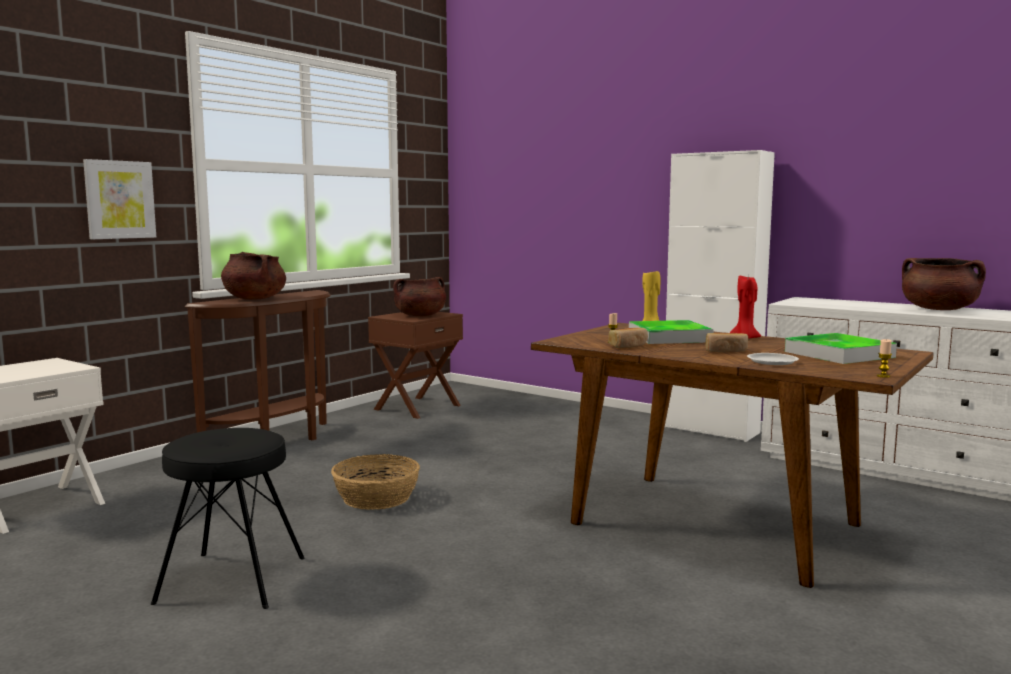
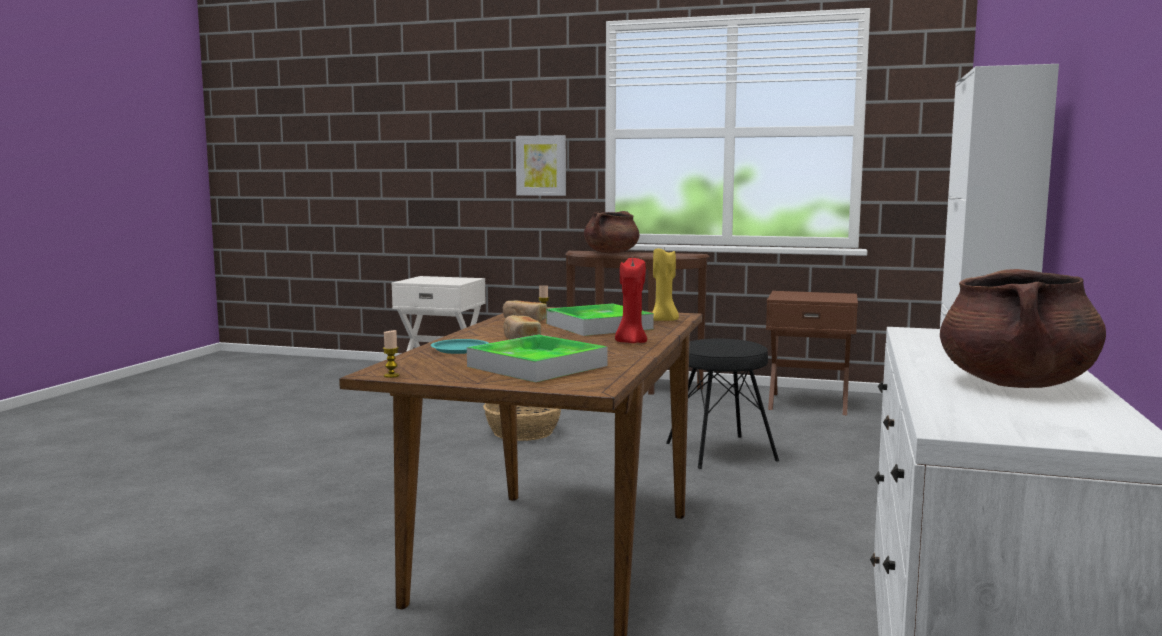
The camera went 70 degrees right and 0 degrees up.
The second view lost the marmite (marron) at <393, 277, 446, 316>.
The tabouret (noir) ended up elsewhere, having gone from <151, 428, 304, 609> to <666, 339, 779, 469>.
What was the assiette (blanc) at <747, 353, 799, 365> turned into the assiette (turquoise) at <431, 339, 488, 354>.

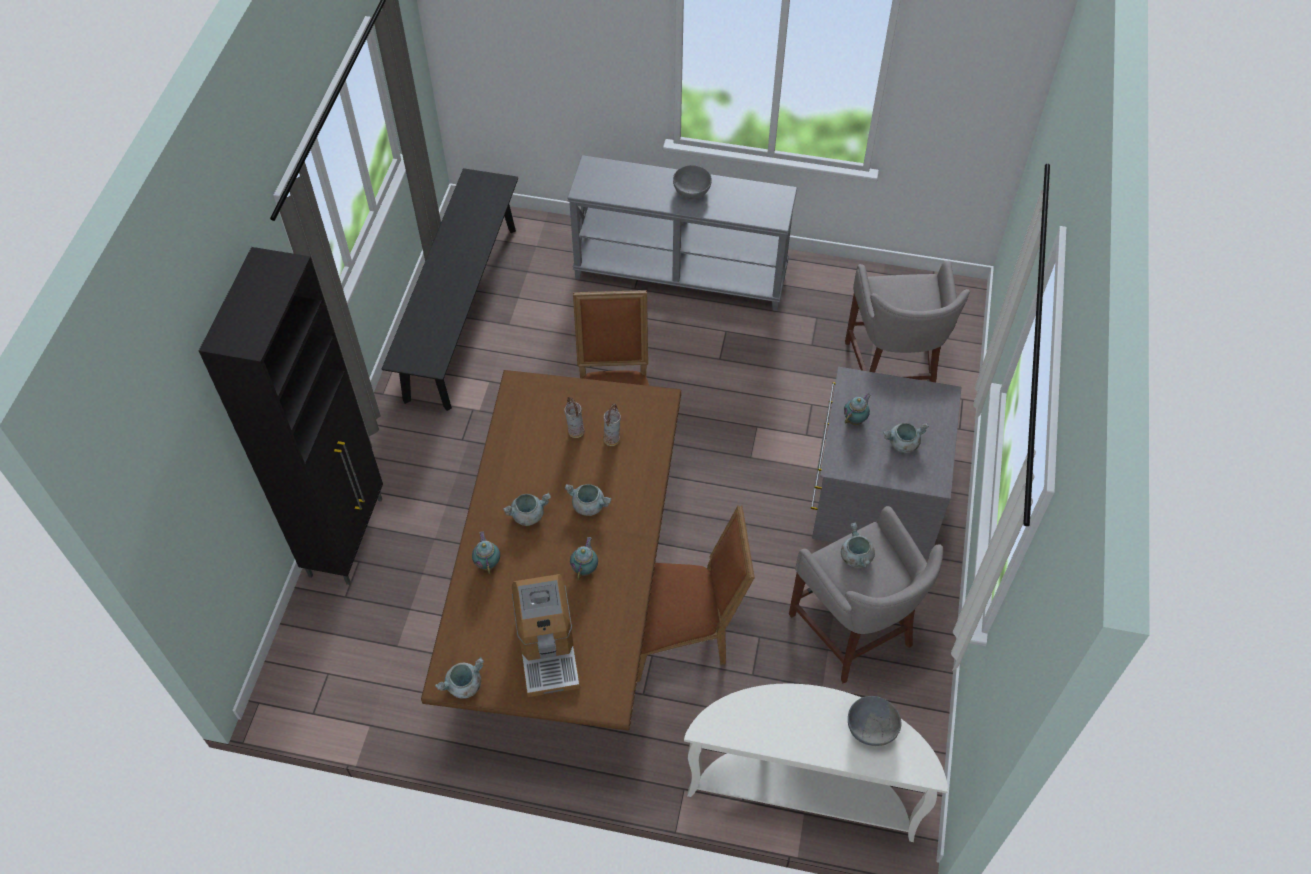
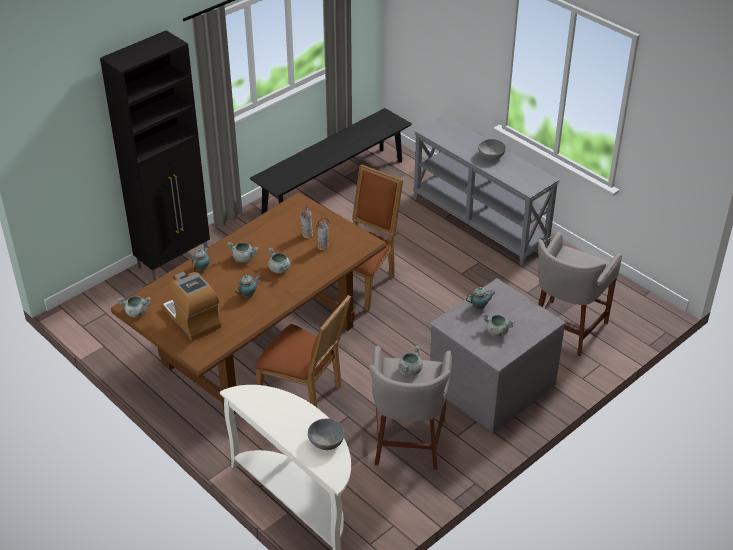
The camera went 35 degrees right and 15 degrees down.
The machine à café at <512, 574, 580, 697> ended up facing another way, 120 degrees clockwise from before.

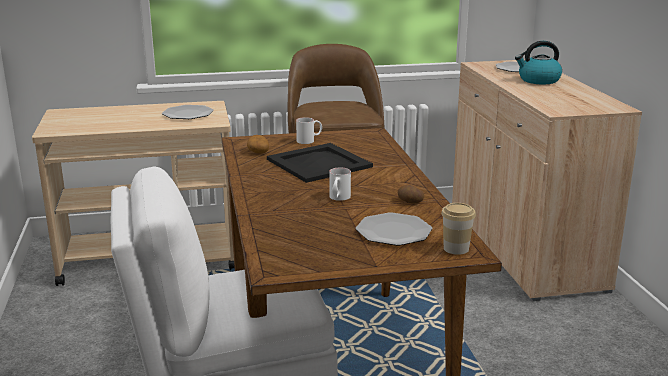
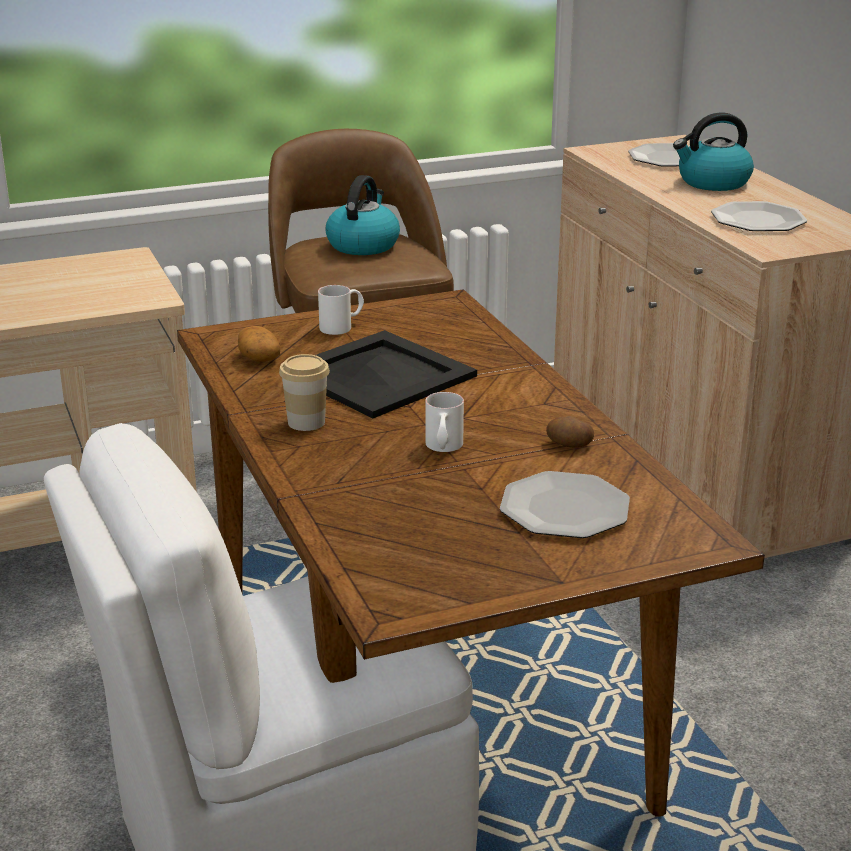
The camera went 10 degrees left and 5 degrees up.
The second view gained the bouilloire at <326, 175, 400, 255>.
The assiette ended up elsewhere, having gone from <162, 105, 214, 119> to <711, 201, 807, 231>.
The tasse ended up elsewhere, having gone from <441, 203, 476, 255> to <279, 354, 330, 431>.

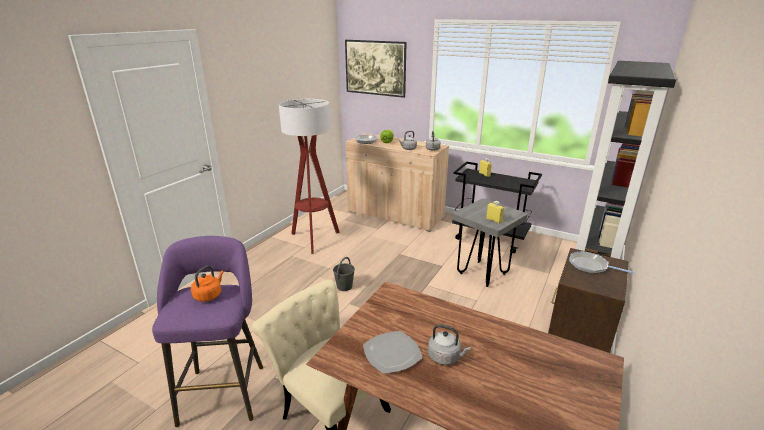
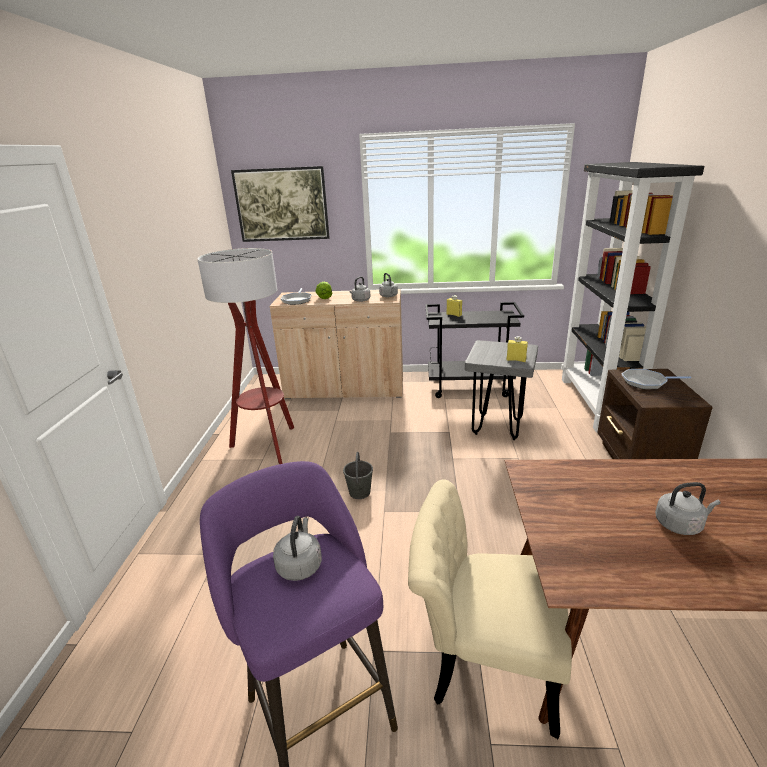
The camera went 25 degrees left and 0 degrees up.
The second view lost the assiette at <363, 331, 423, 374>.
What was the bouilloire (orange) at <191, 266, 224, 302> turned into the bouilloire (gris) at <273, 516, 322, 581>.

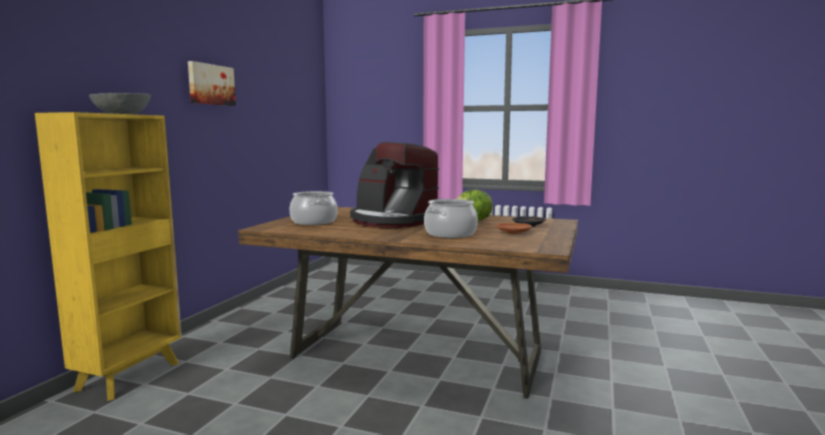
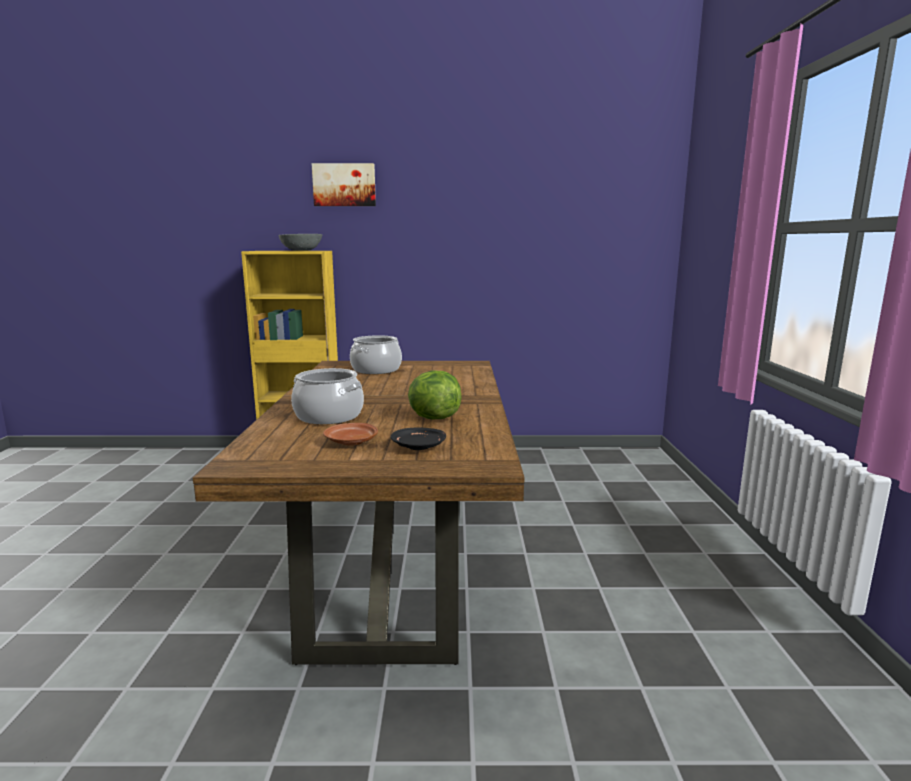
The camera went 70 degrees right and 5 degrees up.
The second view lost the machine à café at <350, 142, 439, 228>.
The tableau ended up elsewhere, having gone from <188, 61, 236, 106> to <312, 163, 376, 206>.

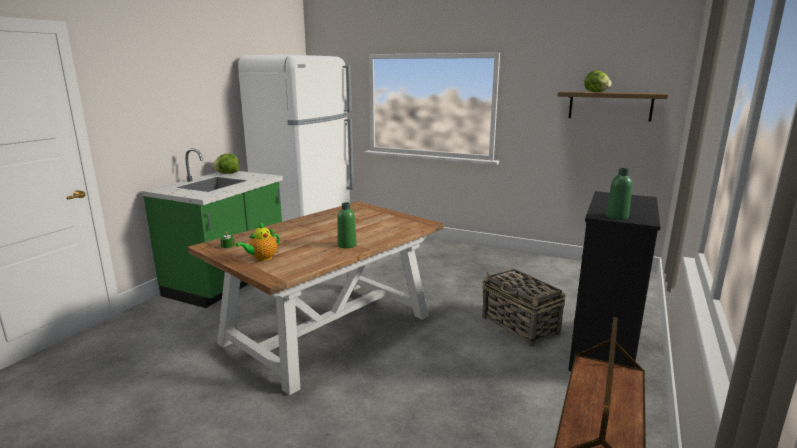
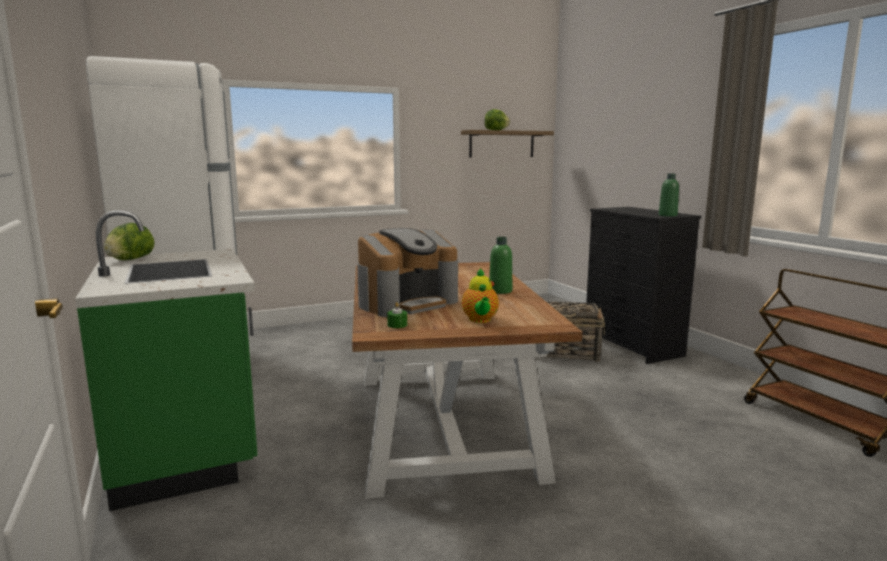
The camera went 50 degrees left and 5 degrees down.
The second view gained the machine à café at <357, 228, 458, 317>.

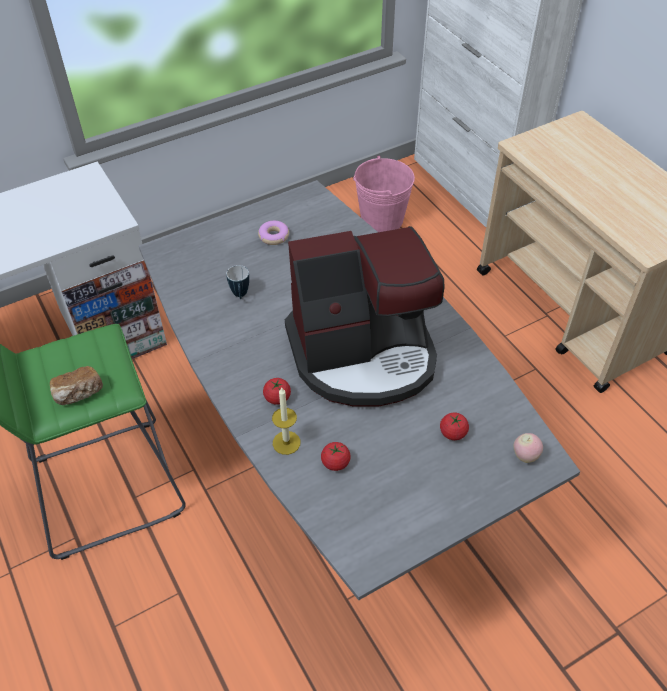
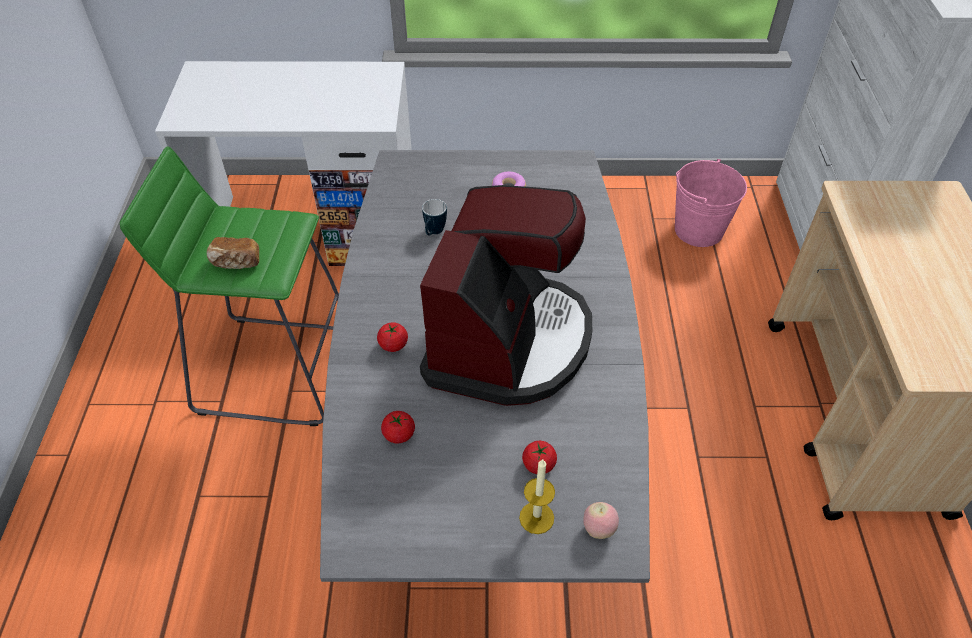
The camera went 30 degrees right and 0 degrees up.
The bougie ended up elsewhere, having gone from <272, 388, 301, 455> to <519, 459, 555, 534>.
The machine à café at <285, 226, 444, 406> ended up facing another way, 90 degrees counterclockwise from before.

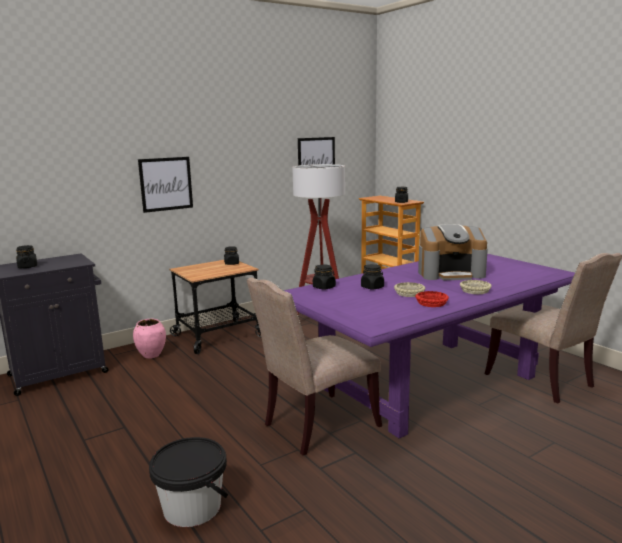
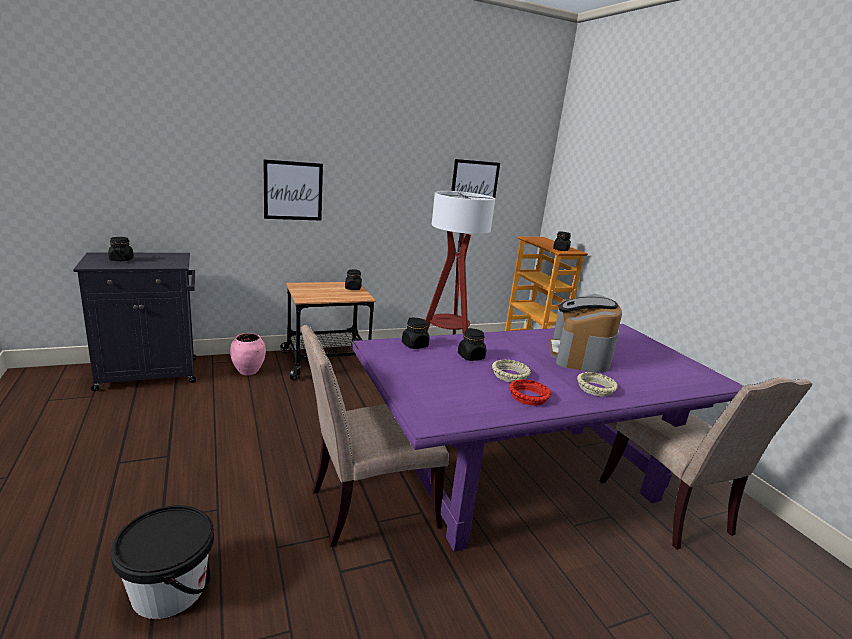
The camera went 10 degrees right and 5 degrees up.
The machine à café at <418, 224, 488, 280> ended up facing another way, 90 degrees clockwise from before.

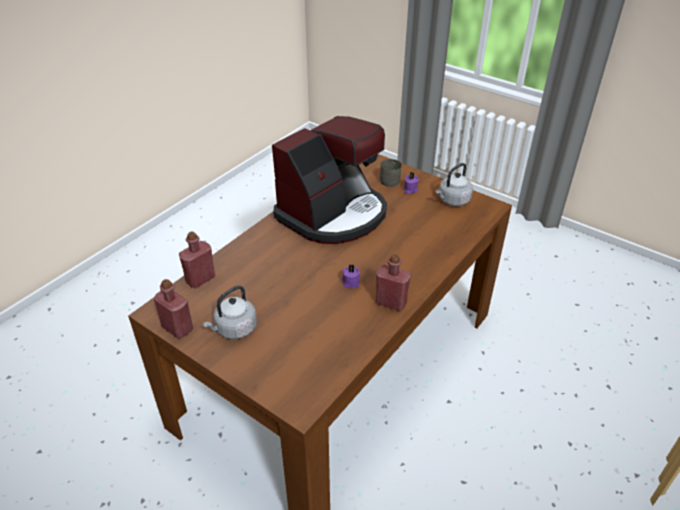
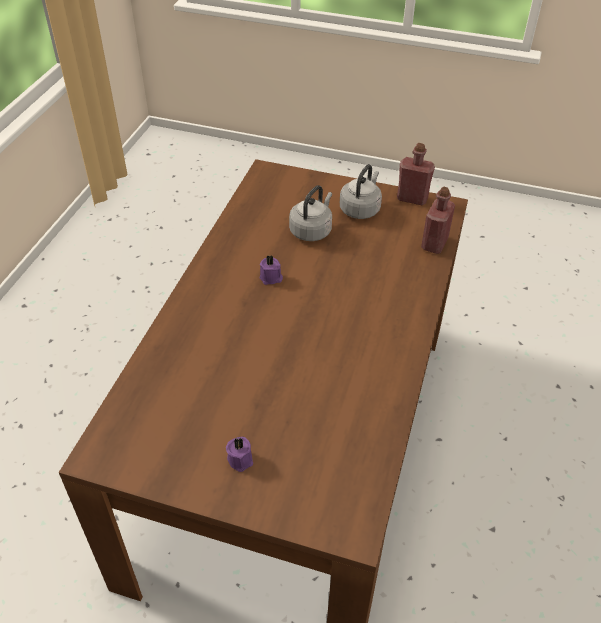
The camera went 160 degrees right and 5 degrees up.
The second view lost the machine à café at <272, 116, 387, 244>.
The second view lost the bouteille (rouge) at <376, 254, 411, 311>.
The second view lost the mug (gris) at <380, 159, 402, 187>.
The bouilloire (gris) ended up elsewhere, having gone from <436, 163, 473, 206> to <289, 185, 332, 241>.

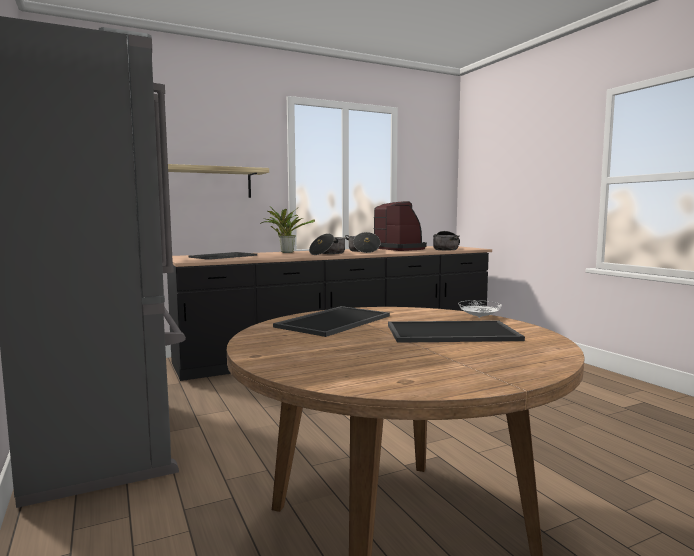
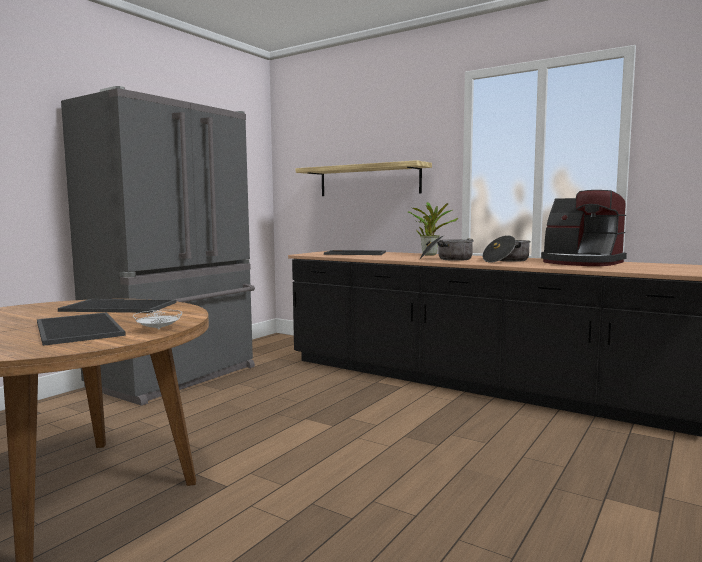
The camera went 60 degrees right and 0 degrees up.
The second view lost the marmite at <433, 231, 460, 250>.
The machine à café at <373, 201, 427, 251> ended up facing another way, 105 degrees clockwise from before.

